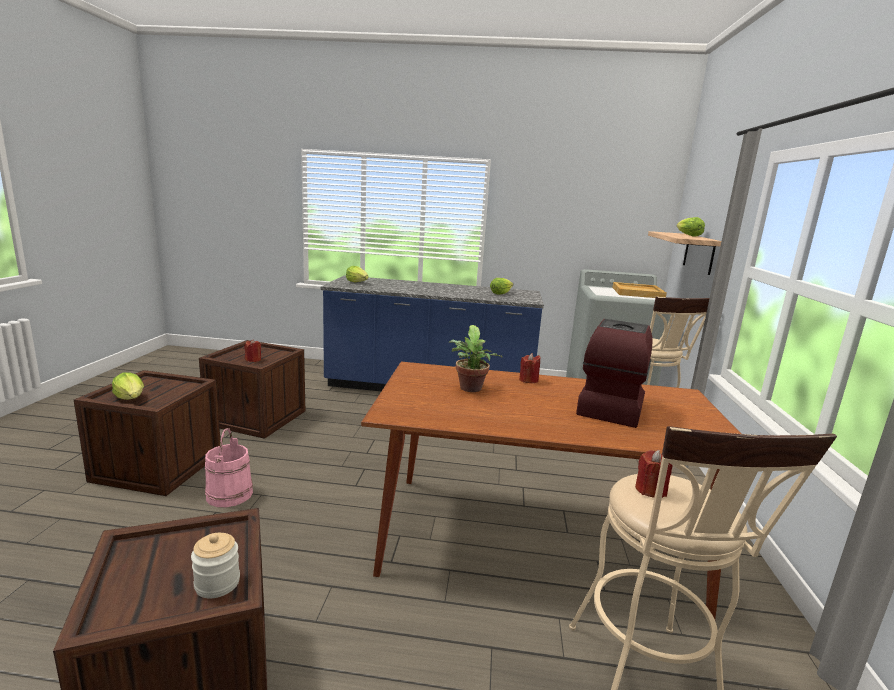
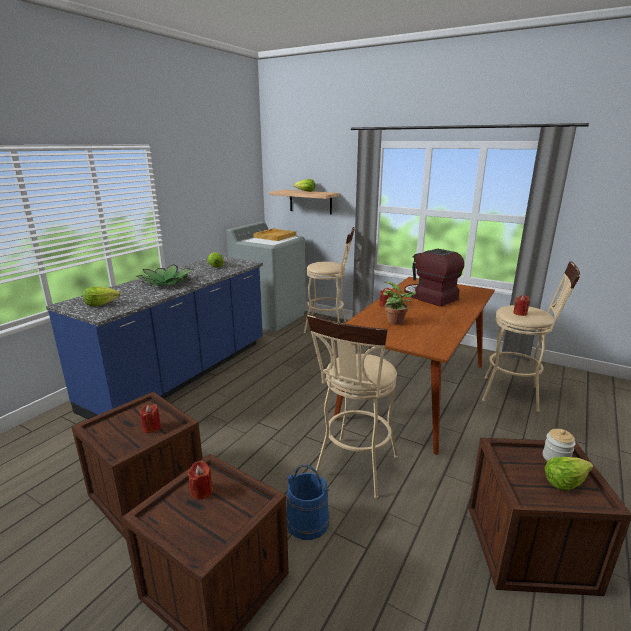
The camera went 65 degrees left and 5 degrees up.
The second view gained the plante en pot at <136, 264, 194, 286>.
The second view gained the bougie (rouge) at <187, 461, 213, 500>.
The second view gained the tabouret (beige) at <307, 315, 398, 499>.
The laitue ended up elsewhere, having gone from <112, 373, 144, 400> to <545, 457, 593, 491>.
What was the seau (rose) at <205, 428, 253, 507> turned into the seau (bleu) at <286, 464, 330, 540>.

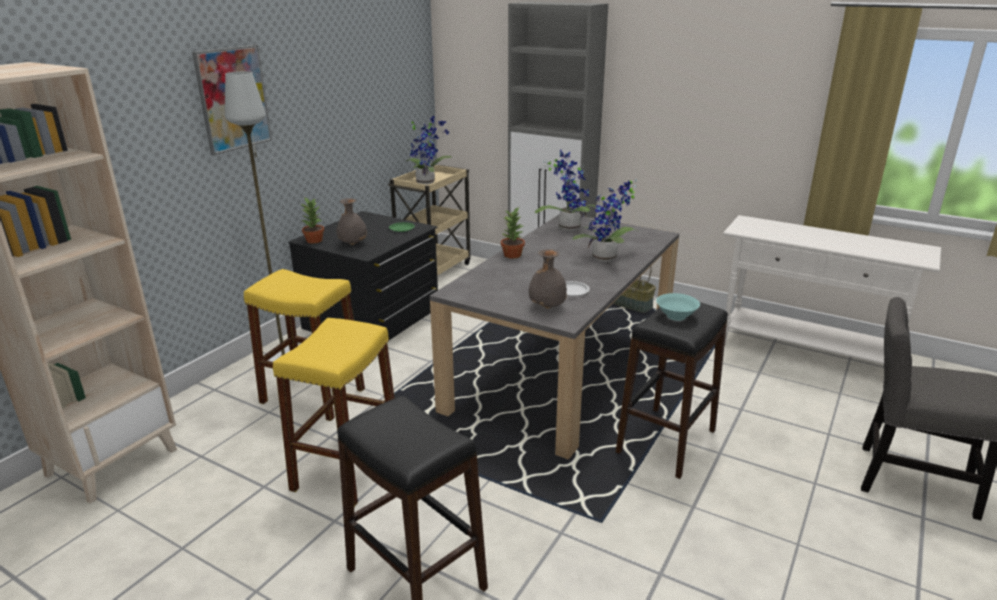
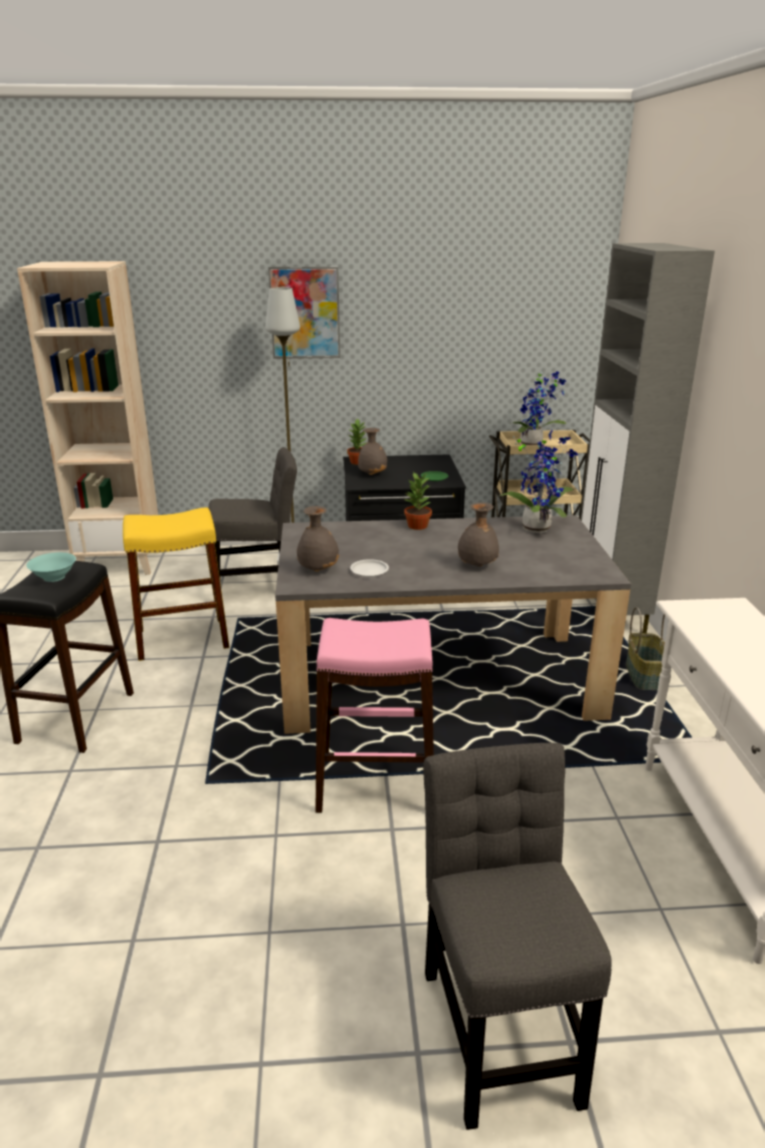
The camera went 55 degrees right and 0 degrees up.
The bol (turquoise) ended up elsewhere, having gone from <656, 293, 700, 321> to <26, 552, 76, 582>.
Where the tabouret (jaune) stood at <244, 269, 365, 421>, the chaise (gris) came to stand at <209, 447, 297, 578>.
Where the plante en pot stood at <572, 179, 639, 262>, the vase (gris) came to stand at <458, 502, 499, 567>.
What was the tabouret (noir) at <616, 302, 728, 479> turned into the tabouret (rose) at <316, 618, 434, 813>.

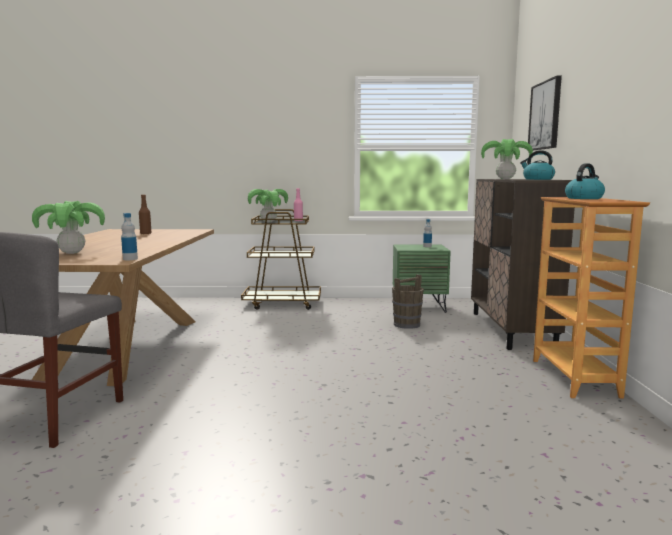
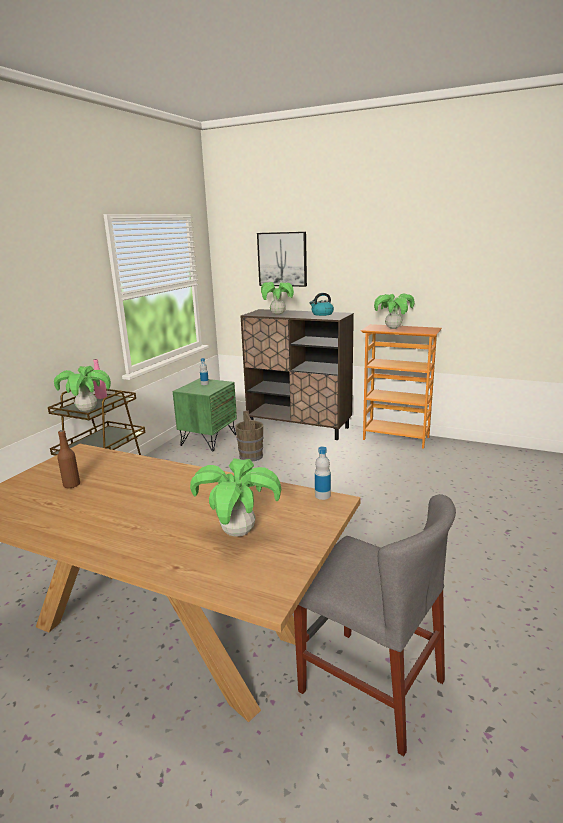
The camera went 65 degrees left and 10 degrees up.
Where the bouilloire stood at <565, 163, 605, 199>, the plante en pot came to stand at <374, 294, 415, 329>.

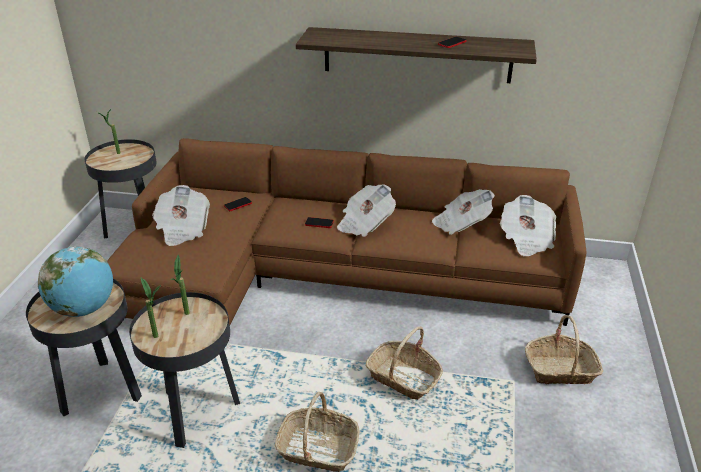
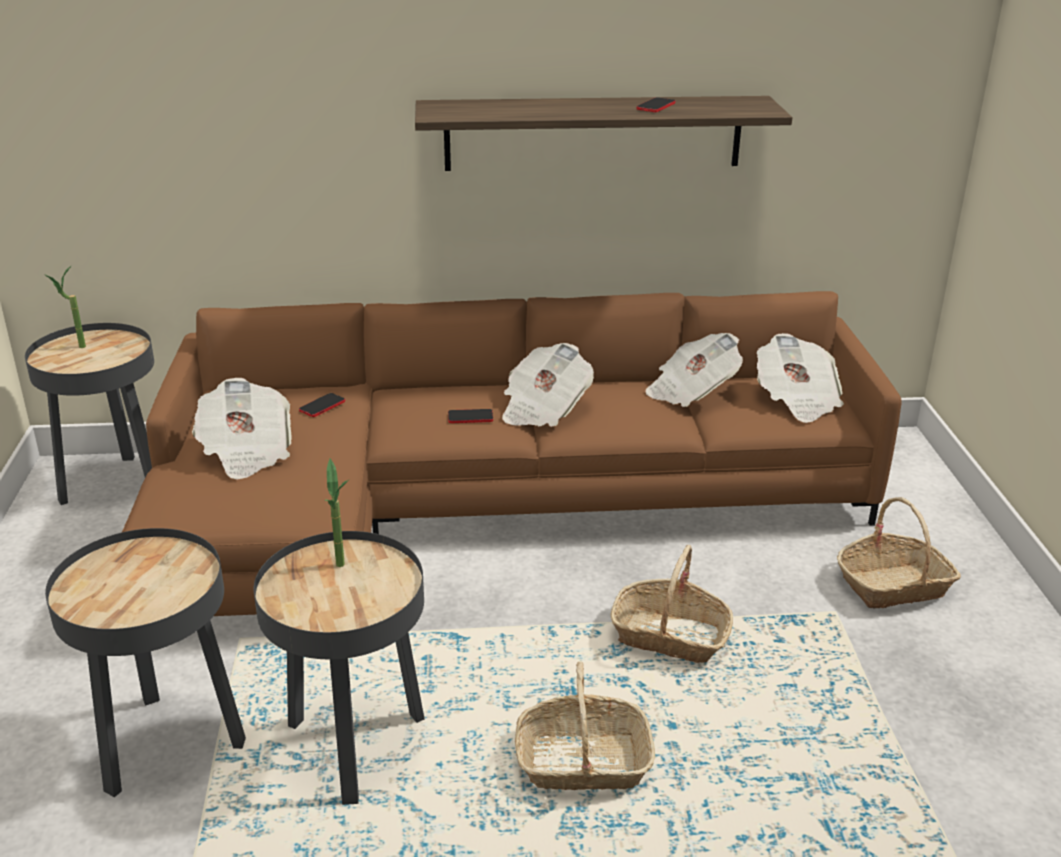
The camera went 15 degrees left and 5 degrees down.
The second view lost the globe at <38, 247, 113, 317>.
The second view lost the plante en pot at <141, 278, 161, 338>.

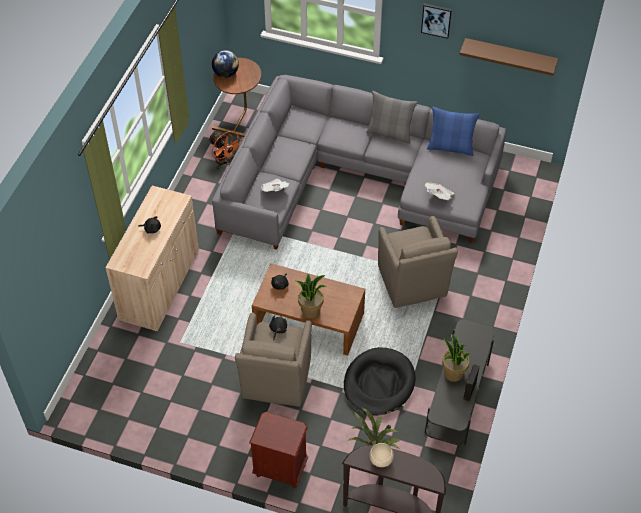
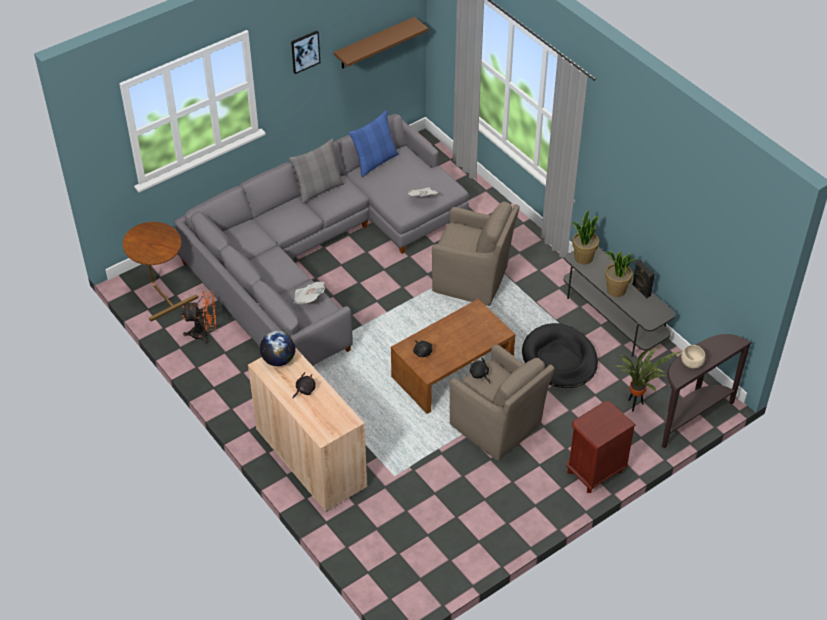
The camera went 55 degrees left and 5 degrees down.
The globe ended up elsewhere, having gone from <212, 50, 239, 78> to <260, 331, 296, 366>.
The plante en pot ended up elsewhere, having gone from <296, 274, 327, 319> to <572, 210, 599, 265>.

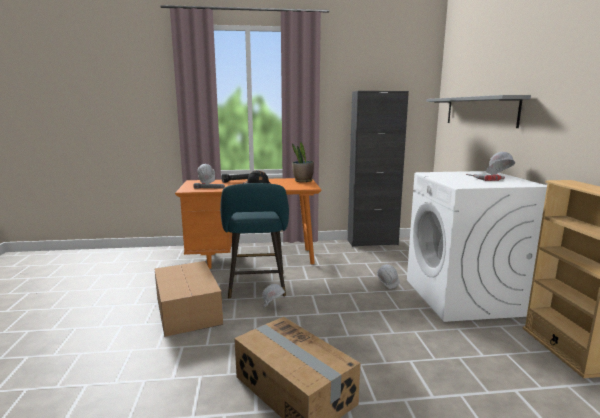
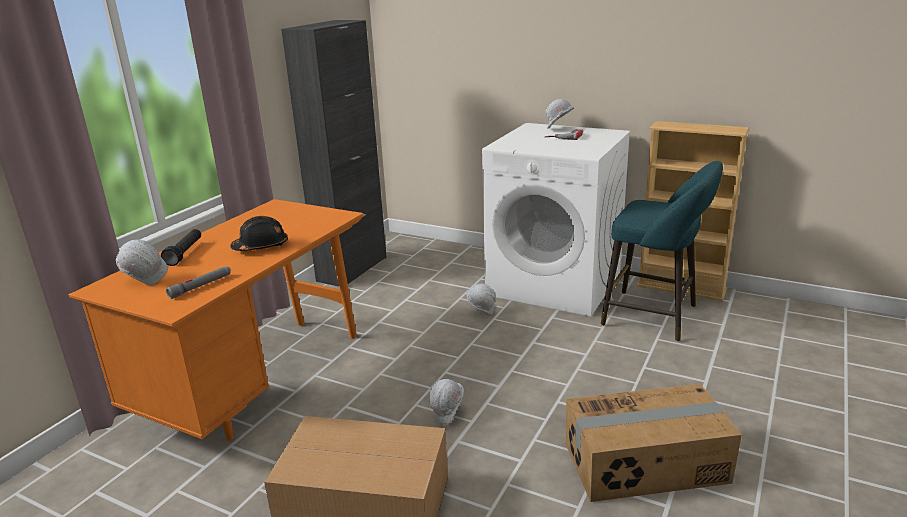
The camera went 55 degrees left and 10 degrees up.
The second view lost the plante en pot at <292, 142, 314, 182>.
The second view lost the étagère (gris) at <426, 95, 531, 128>.
The tabouret (turquoise) ended up elsewhere, having gone from <220, 183, 289, 299> to <601, 161, 723, 342>.

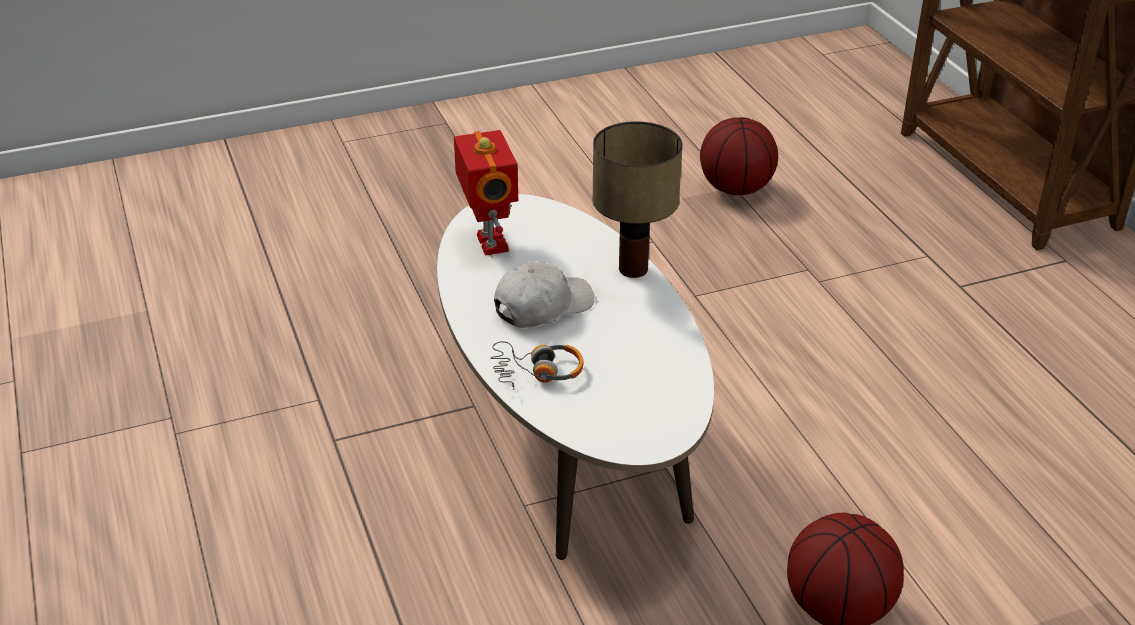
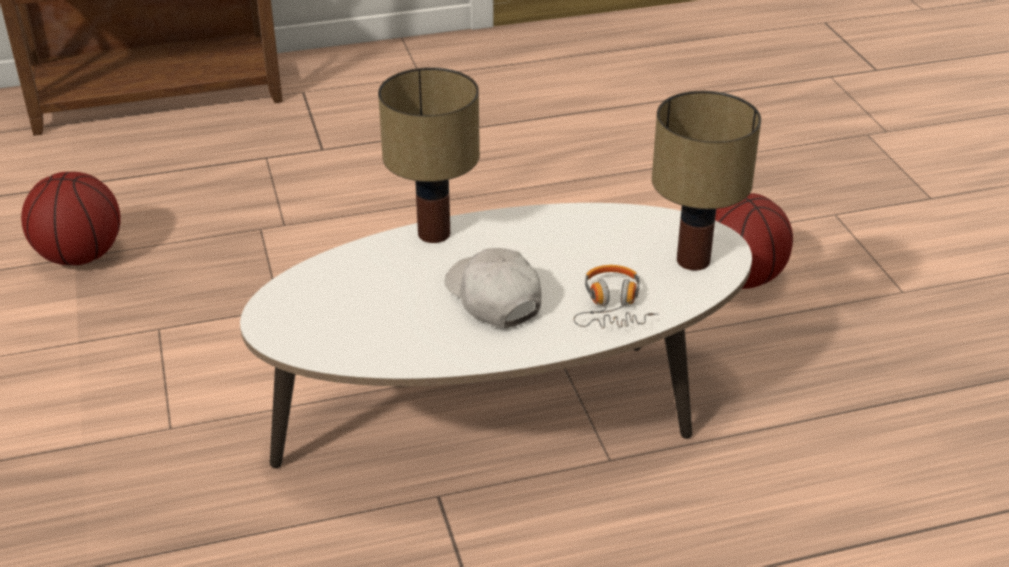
The camera went 85 degrees left and 0 degrees up.
The second view lost the robot jouet at <454, 130, 518, 255>.
The second view gained the lampe de table at <652, 91, 761, 271>.

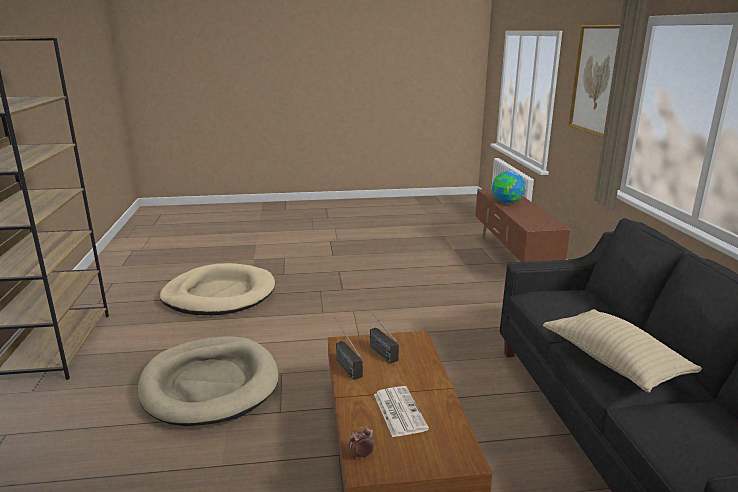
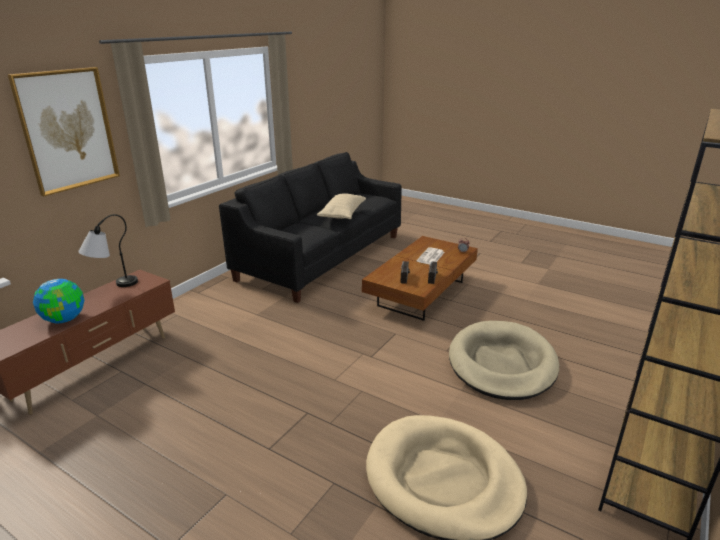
The camera went 140 degrees left and 5 degrees up.
The second view gained the lampe de table at <78, 214, 138, 287>.

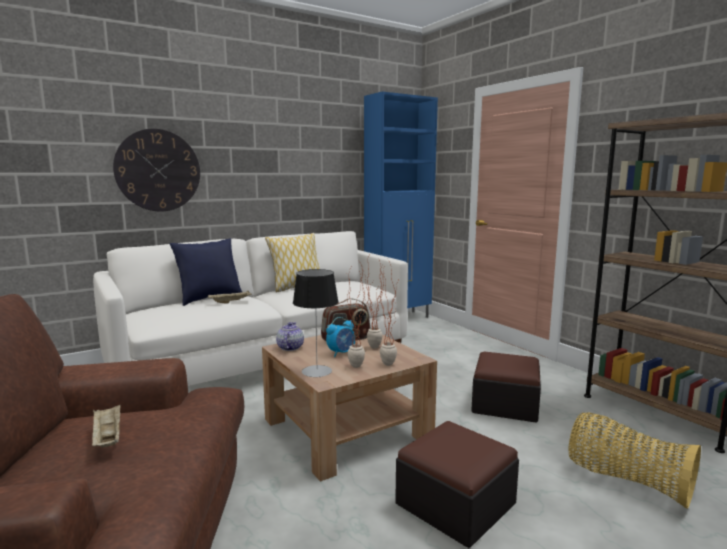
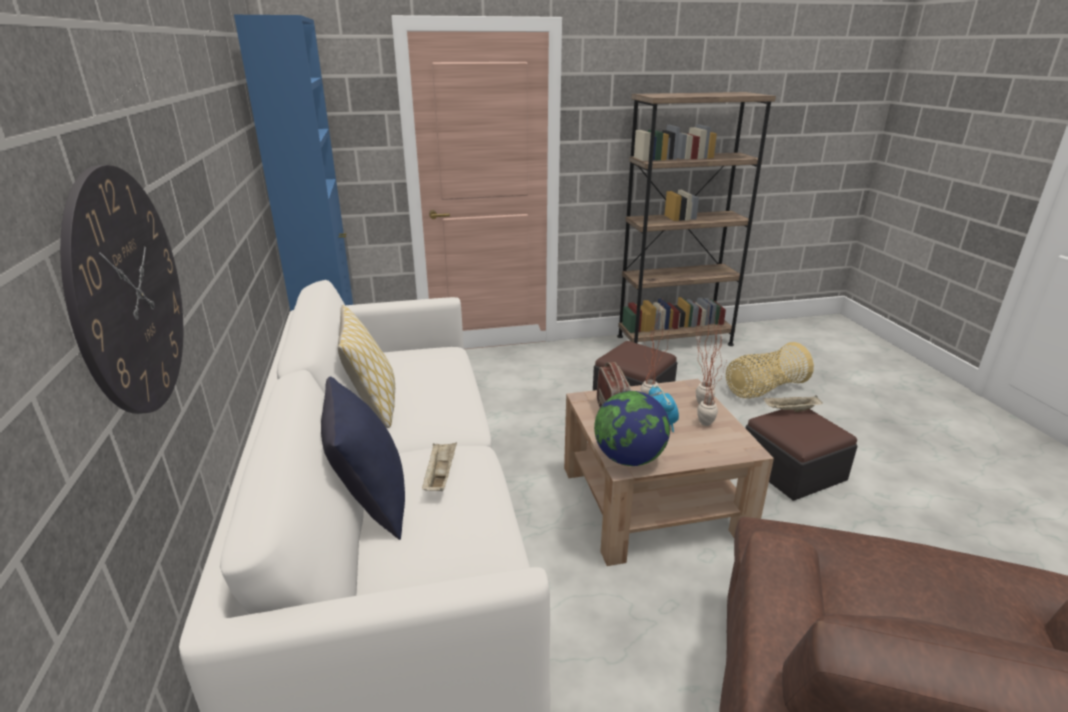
The camera went 70 degrees left and 15 degrees up.
The second view lost the lampe de table at <293, 269, 338, 377>.
The plateau (beige) ended up elsewhere, having gone from <92, 404, 121, 448> to <764, 396, 823, 412>.
Where the théière stood at <276, 322, 304, 351>, the globe came to stand at <594, 391, 670, 466>.

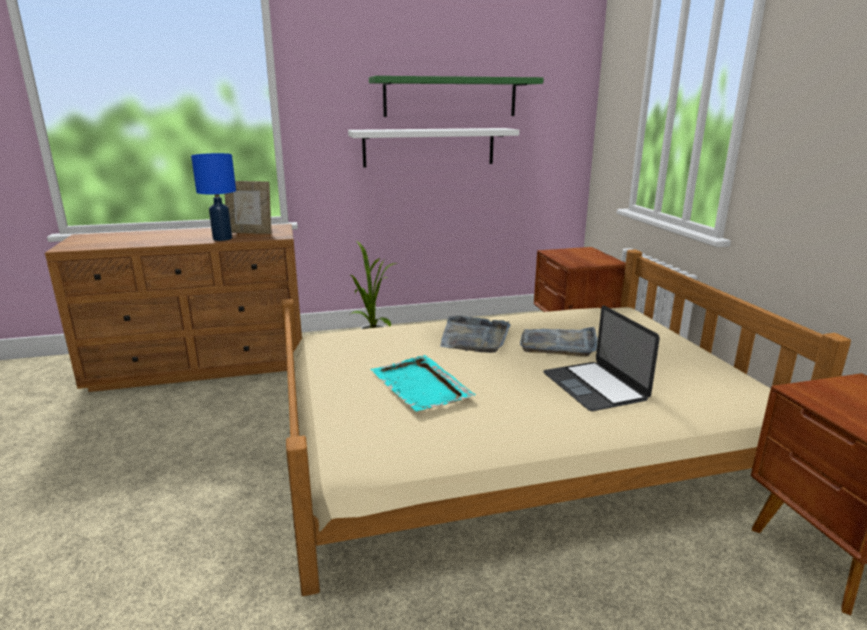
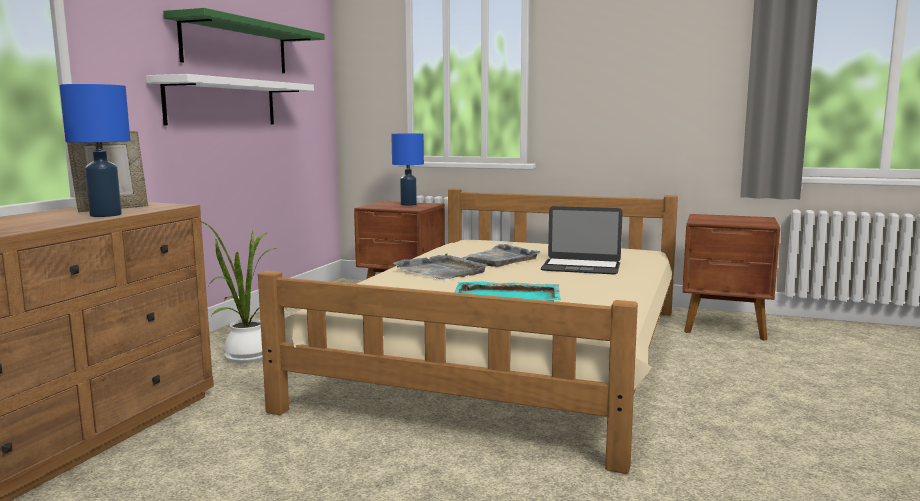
The camera went 55 degrees left and 10 degrees down.
The second view gained the lampe de table (bleu) at <391, 133, 424, 206>.

